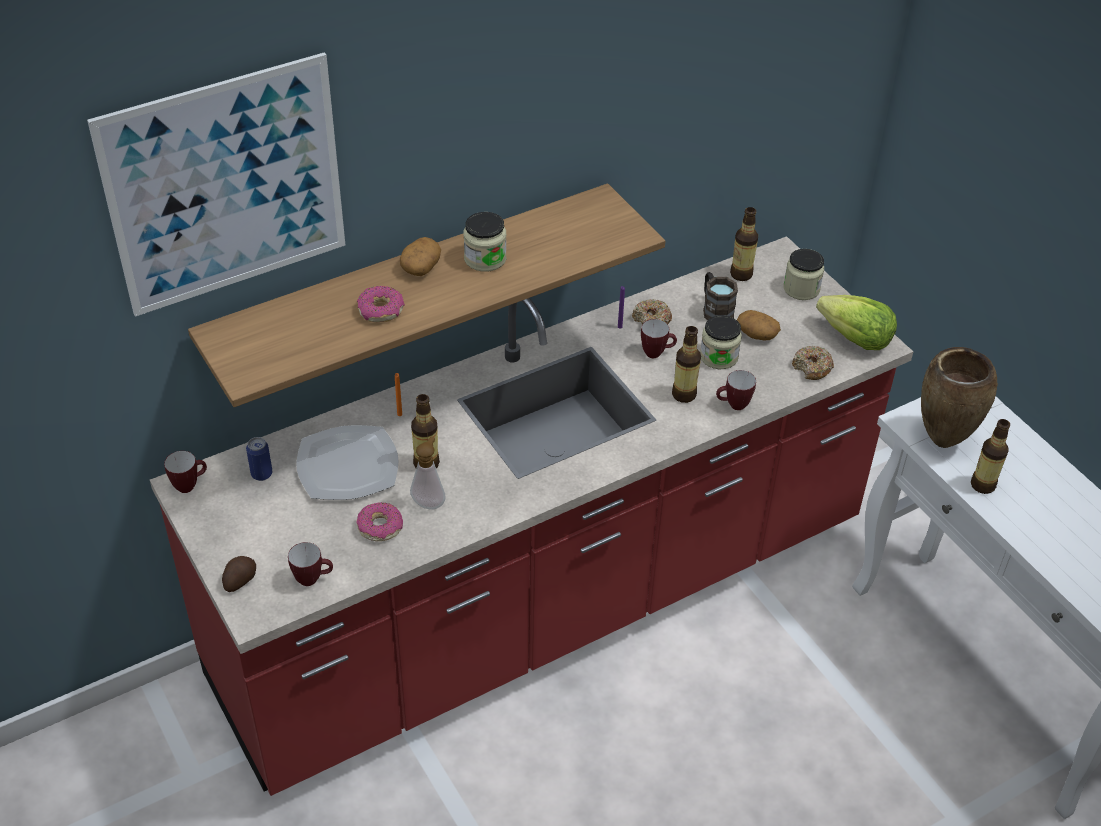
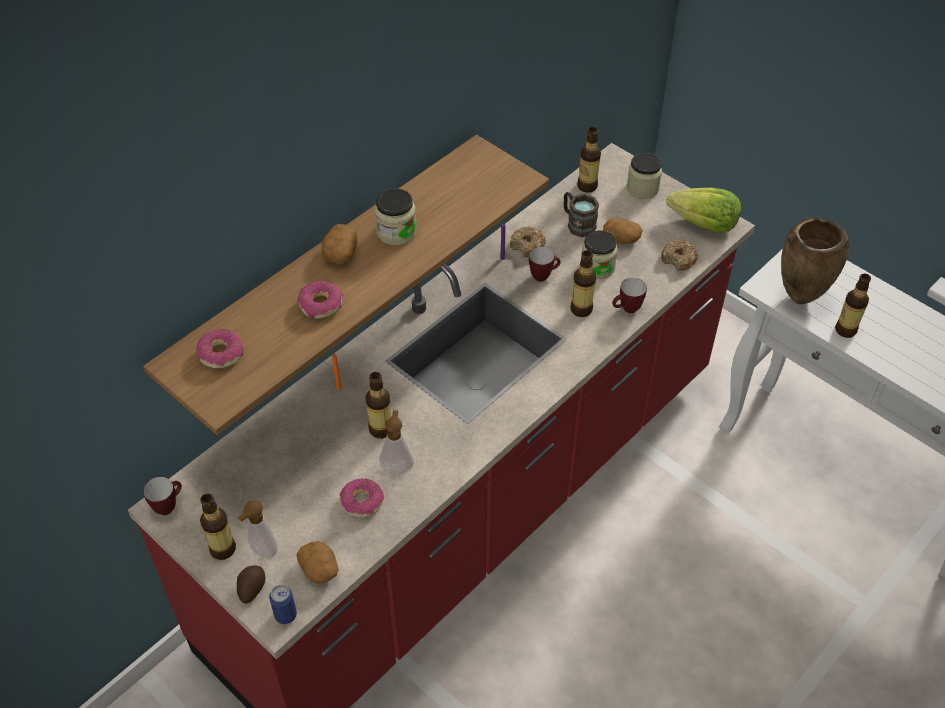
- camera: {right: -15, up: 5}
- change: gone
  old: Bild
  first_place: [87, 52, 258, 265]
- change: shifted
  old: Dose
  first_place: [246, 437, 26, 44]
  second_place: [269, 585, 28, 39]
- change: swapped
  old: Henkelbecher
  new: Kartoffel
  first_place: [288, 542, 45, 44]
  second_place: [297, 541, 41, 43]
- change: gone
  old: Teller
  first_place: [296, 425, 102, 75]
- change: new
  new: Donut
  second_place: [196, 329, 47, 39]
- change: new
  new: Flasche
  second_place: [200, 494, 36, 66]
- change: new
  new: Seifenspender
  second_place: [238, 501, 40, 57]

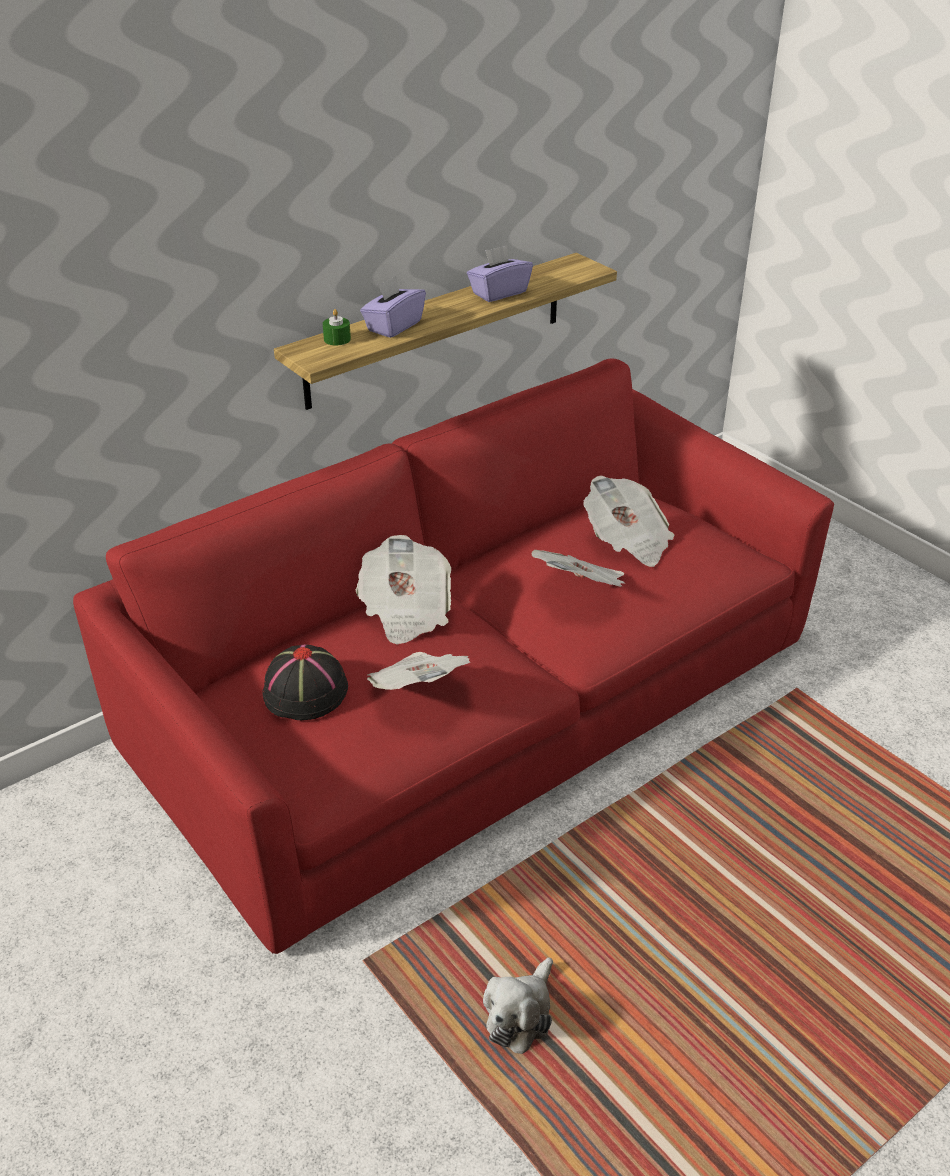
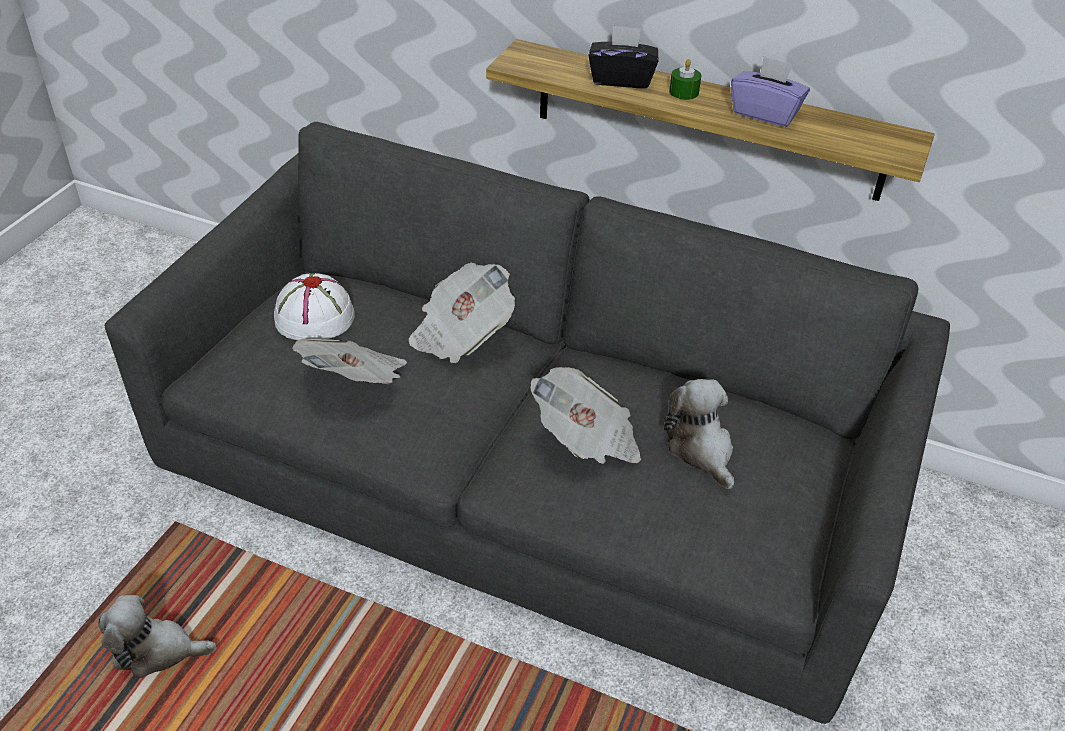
- camera: {right: 60, up: 5}
- change: repainted
  old: Sofa (rot)
  new: Sofa (grau)
  first_place: [73, 359, 761, 595]
  second_place: [105, 122, 845, 602]
- change: repainted
  old: Hut (schwarz)
  new: Hut (weiß)
  first_place: [263, 645, 85, 75]
  second_place: [274, 273, 81, 68]
- change: shifted
  old: Kerze (grün)
  first_place: [323, 309, 28, 36]
  second_place: [669, 59, 33, 41]
- change: repainted
  old: Taschentuchbox (lila)
  new: Taschentuchbox (schwarz)
  first_place: [360, 276, 66, 62]
  second_place: [588, 25, 70, 63]
- change: swapped
  old: Zeitung
  new: Plüschtier
  first_place: [584, 476, 91, 91]
  second_place: [664, 379, 70, 110]

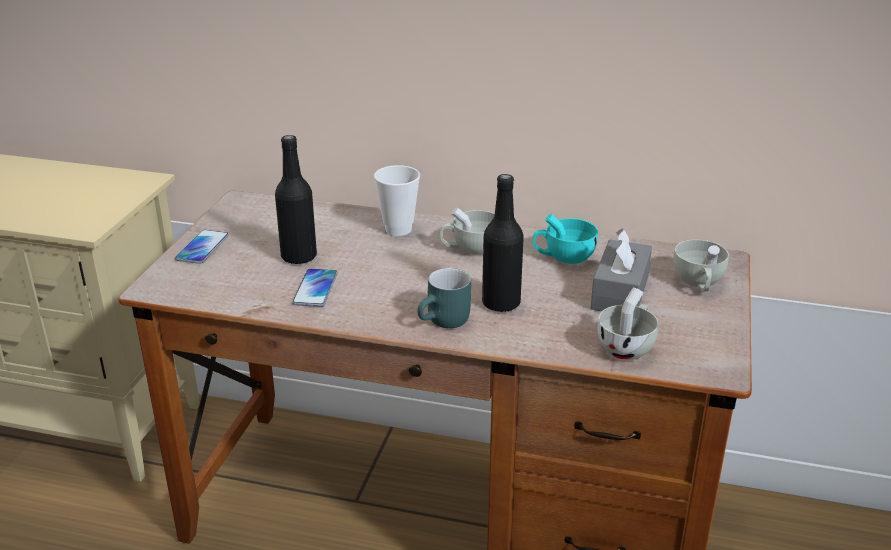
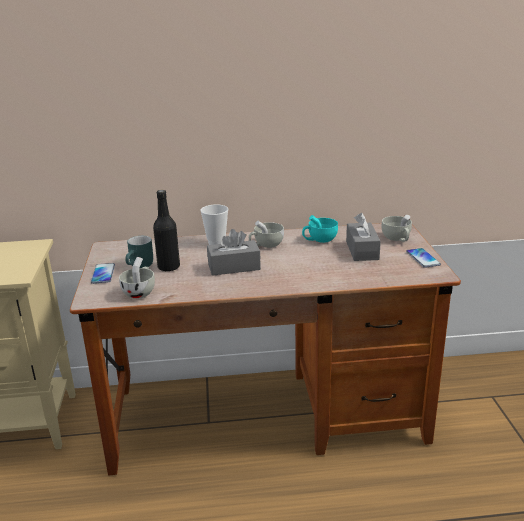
- camera: {right: -20, up: -5}
- change: shifted
  old: Handy
  first_place: [292, 269, 46, 38]
  second_place: [406, 248, 35, 20]
- change: shifted
  old: Henkelbecher (türkis)
  first_place: [417, 268, 54, 60]
  second_place: [125, 236, 28, 32]
- change: gone
  old: Flasche (schwarz)
  first_place: [482, 174, 42, 138]
- change: shifted
  old: Tasse (weiß)
  first_place: [597, 287, 62, 73]
  second_place: [119, 257, 36, 42]
- change: new
  new: Taschentuchbox (grau)
  second_place: [207, 229, 54, 47]

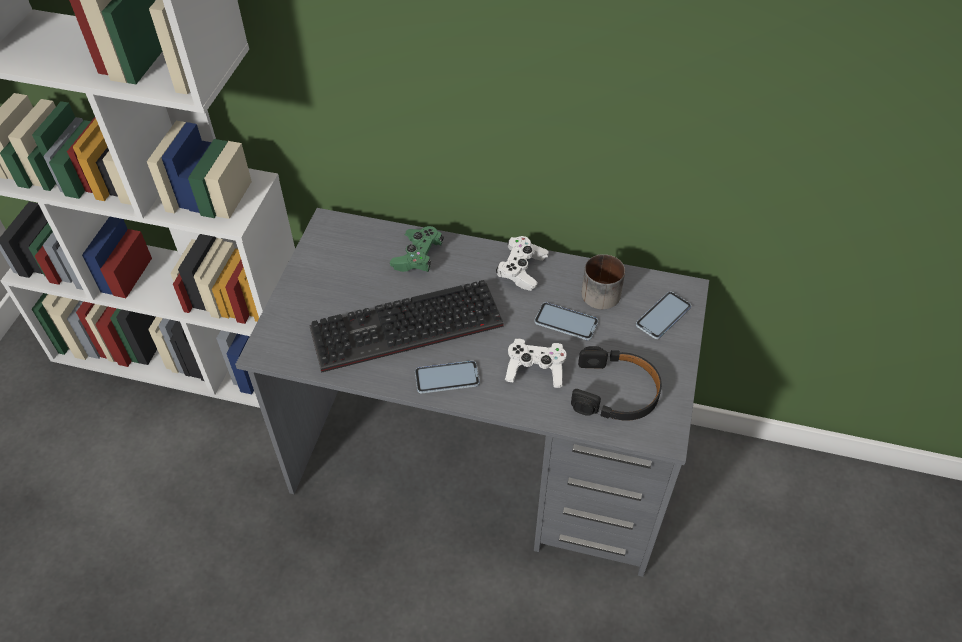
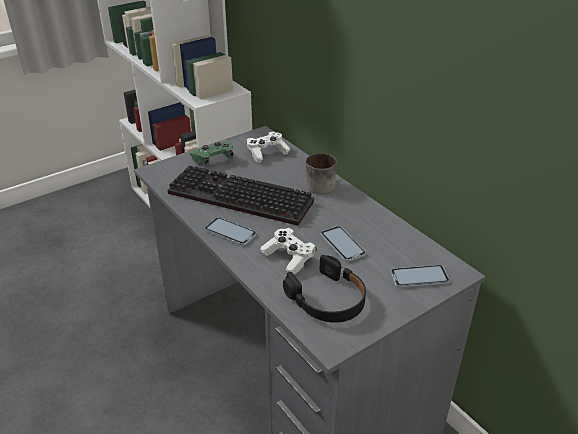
- camera: {right: 40, up: -15}
- change: shifted
  old: Gamepad (grün)
  first_place: [390, 226, 54, 46]
  second_place: [190, 142, 44, 25]
- change: shifted
  old: Gamepad (weiß)
  first_place: [496, 236, 53, 55]
  second_place: [246, 131, 44, 32]
- change: shifted
  old: Henkelbecher
  first_place: [582, 254, 43, 55]
  second_place: [305, 153, 31, 41]

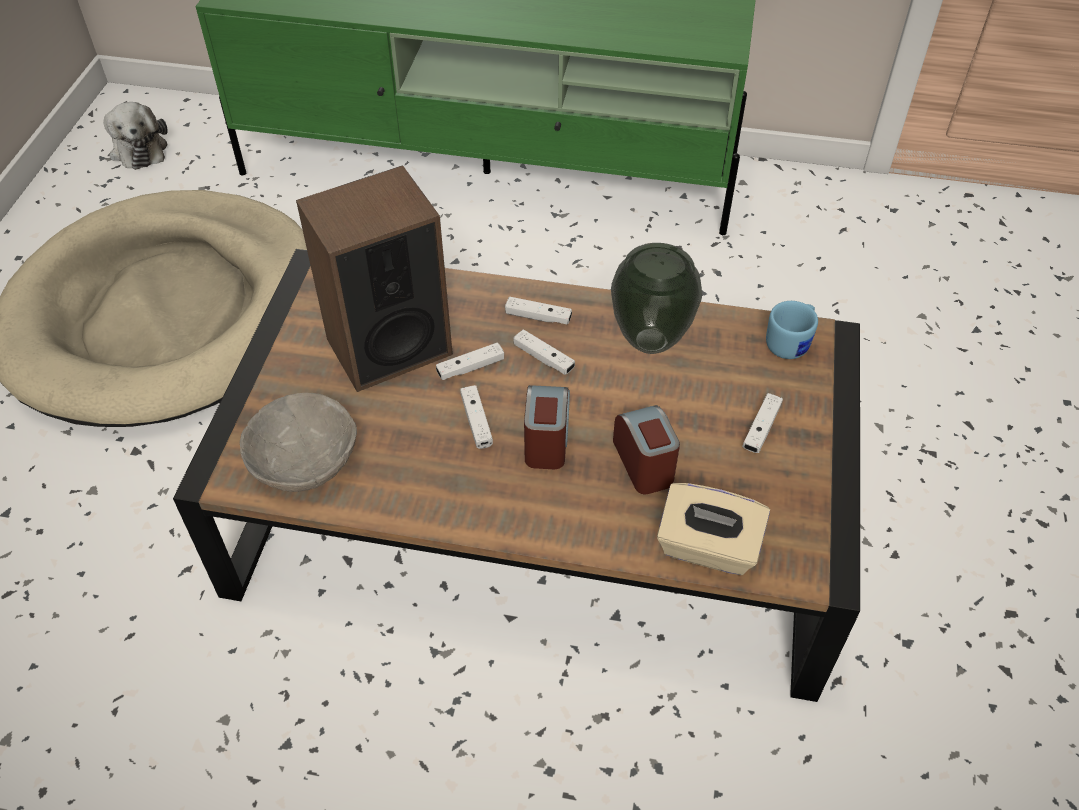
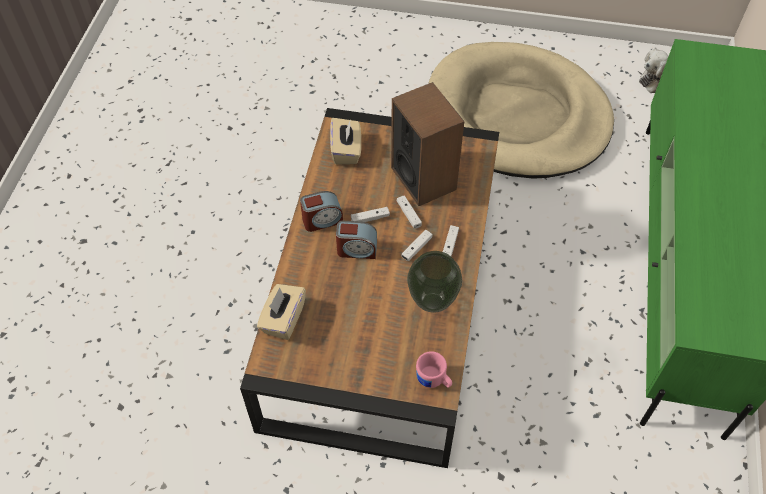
- camera: {right: 90, up: 5}
- change: swapped
  old: Schüssel (grau)
  new: Taschentuchbox (beige)
  first_place: [240, 393, 117, 99]
  second_place: [330, 118, 31, 47]
- change: shifted
  old: Wecker
  first_place: [613, 405, 67, 89]
  second_place: [300, 191, 43, 41]
- change: gone
  old: Gamepad (weiß)
  first_place: [742, 393, 41, 60]
- change: repainted
  old: Henkelbecher (blau)
  new: Henkelbecher (rosa)
  first_place: [766, 301, 52, 58]
  second_place: [416, 351, 36, 37]

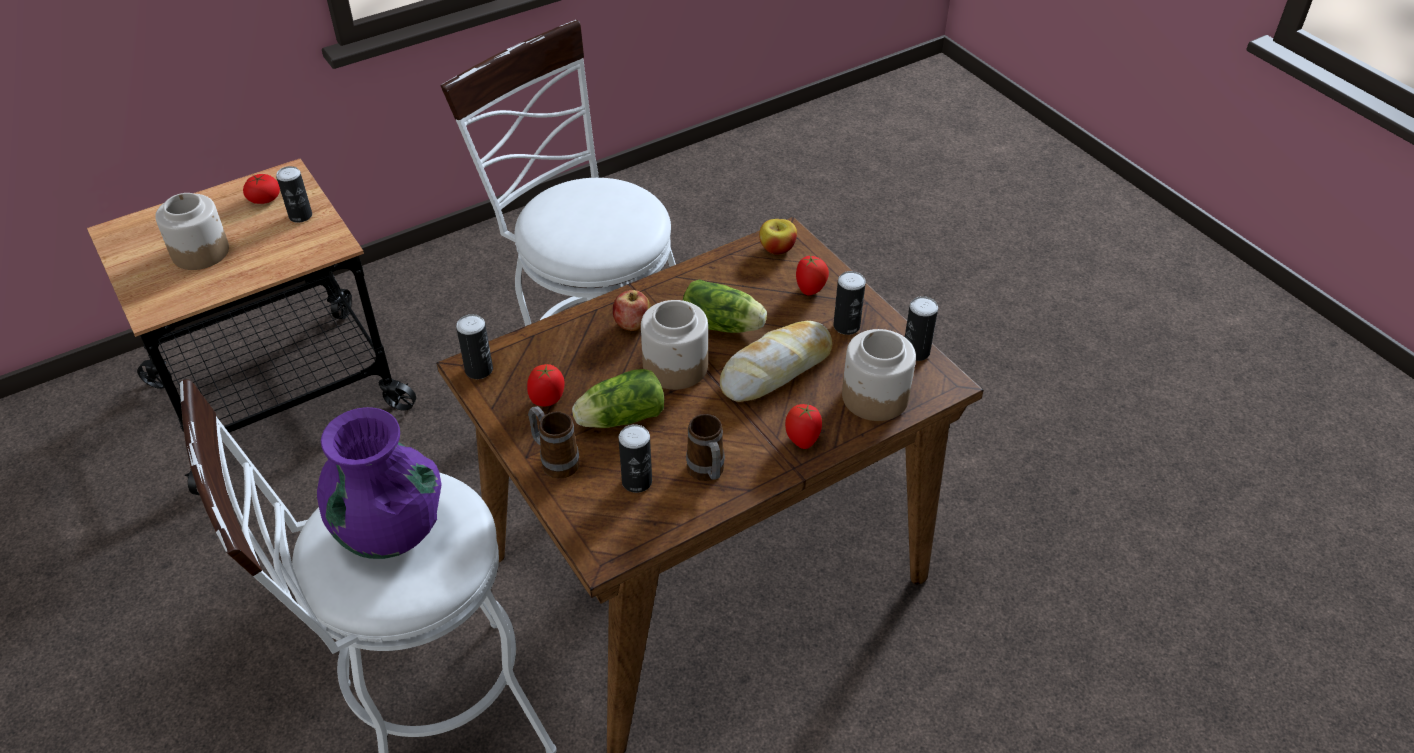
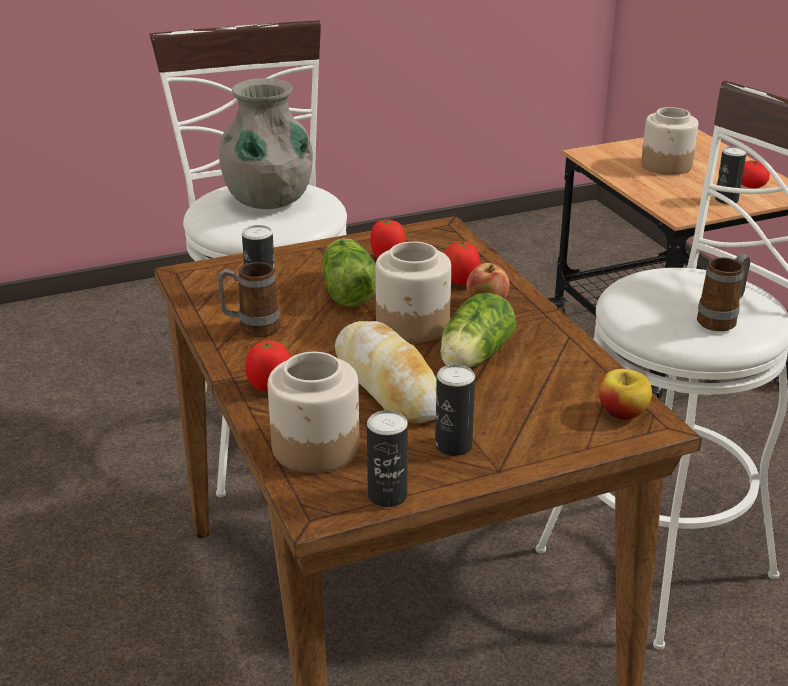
- camera: {right: 100, up: -15}
- change: repainted
  old: Vase (lila)
  new: Vase (grau)
  first_place: [317, 407, 125, 152]
  second_place: [219, 78, 94, 131]
- change: gone
  old: Dose
  first_place: [456, 314, 37, 65]
- change: shifted
  old: Henkelbecher
  first_place: [528, 406, 51, 72]
  second_place: [697, 253, 53, 78]
- change: shifted
  old: Tomate
  first_place: [796, 254, 33, 41]
  second_place: [444, 241, 37, 44]

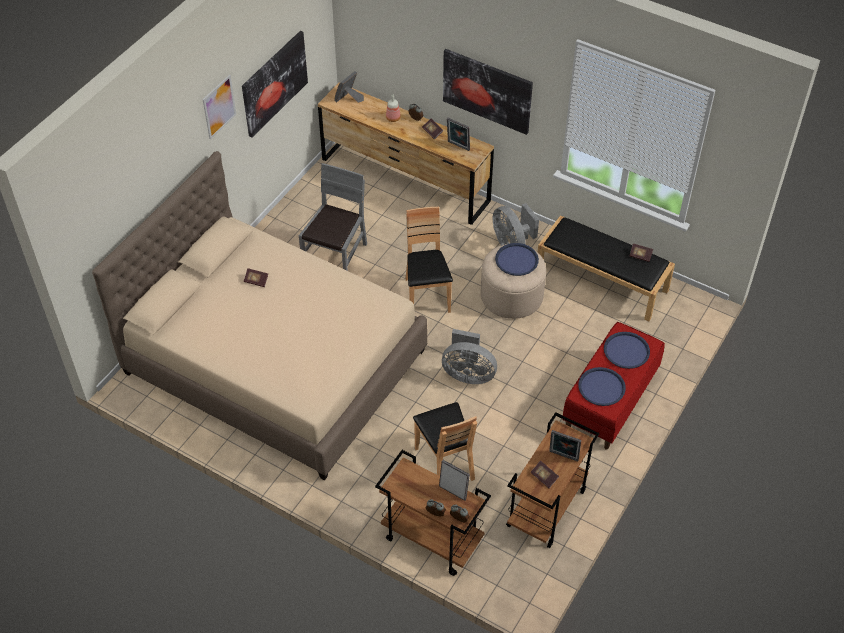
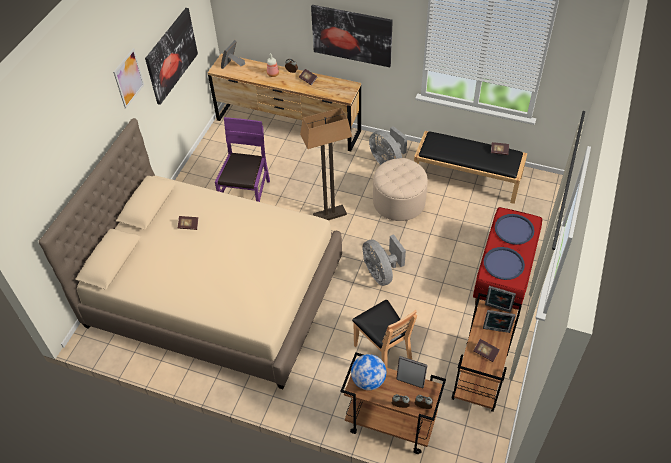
- camera: {right: -10, up: 0}
- change: repainted
  old: Stuhl (grau)
  new: Stuhl (lila)
  first_place: [299, 163, 68, 108]
  second_place: [215, 117, 55, 85]
- change: swapped
  old: Stuhl (braun)
  new: Stehlampe
  first_place: [406, 207, 47, 106]
  second_place: [300, 108, 52, 112]
- change: rotated
  old: Ventilator (grau)
  first_place: [442, 329, 55, 55]
  second_place: [363, 234, 43, 52]
  degrees: 60
- change: shifted
  old: Bilderrahmen
  first_place: [447, 118, 23, 33]
  second_place: [485, 286, 31, 27]
- change: gone
  old: Tablett (blau)
  first_place: [495, 243, 44, 33]
- change: new
  new: Globus
  second_place: [351, 354, 35, 36]

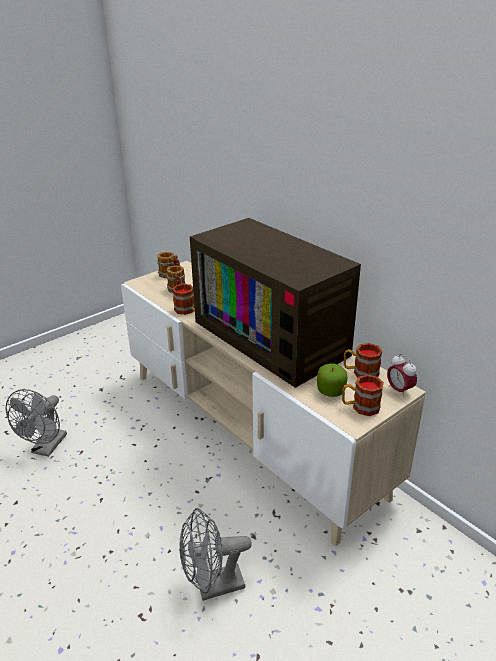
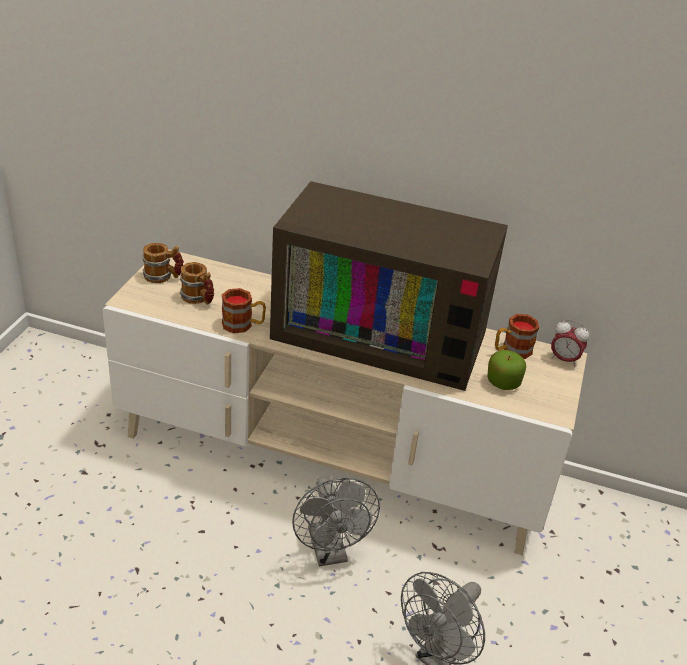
- camera: {right: -35, up: 5}
- change: shifted
  old: Ventilator (grau)
  first_place: [6, 389, 61, 68]
  second_place: [292, 476, 88, 91]
- change: gone
  old: Henkelbecher
  first_place: [342, 374, 42, 42]

